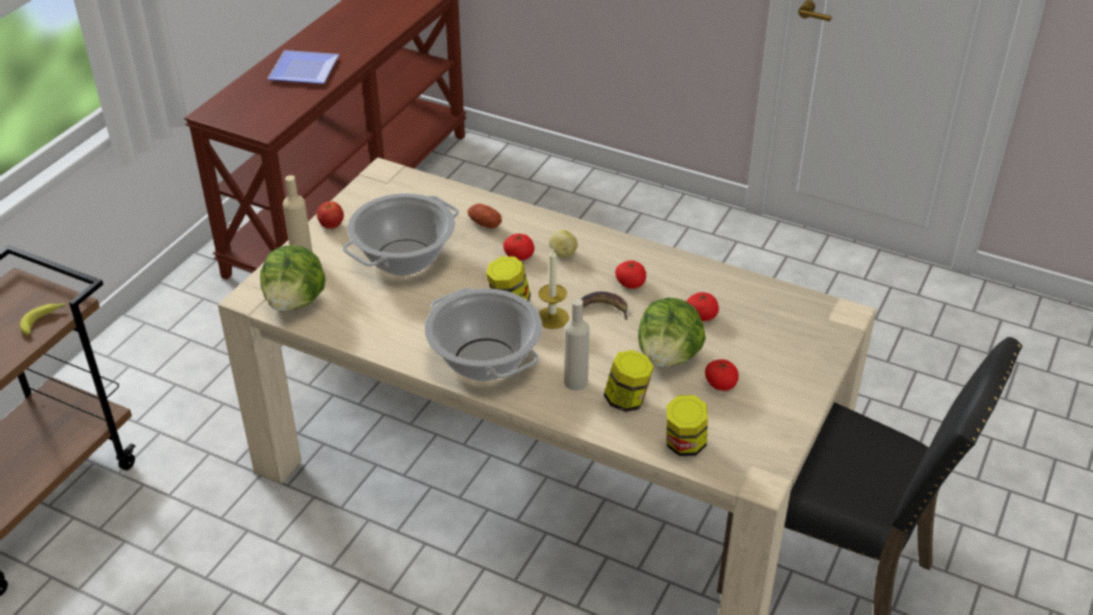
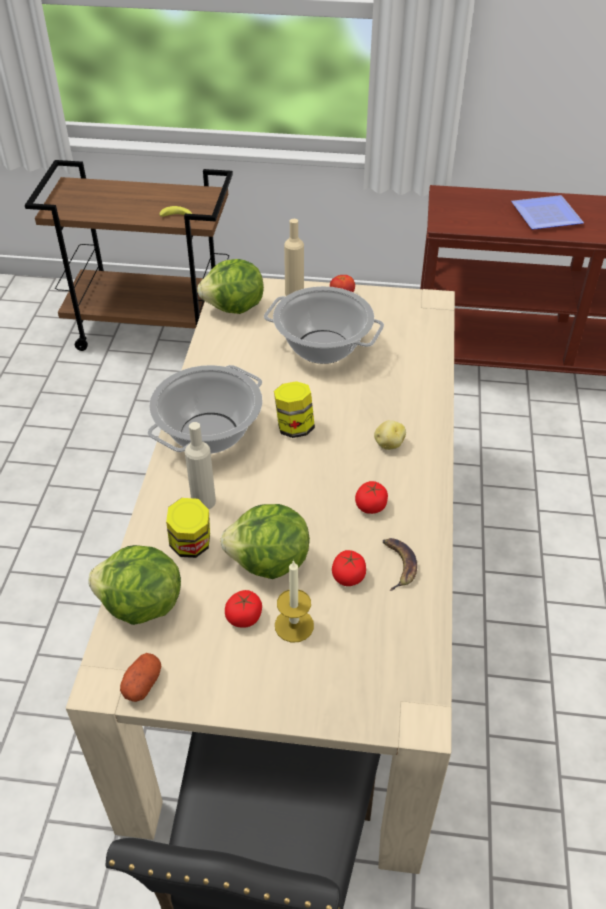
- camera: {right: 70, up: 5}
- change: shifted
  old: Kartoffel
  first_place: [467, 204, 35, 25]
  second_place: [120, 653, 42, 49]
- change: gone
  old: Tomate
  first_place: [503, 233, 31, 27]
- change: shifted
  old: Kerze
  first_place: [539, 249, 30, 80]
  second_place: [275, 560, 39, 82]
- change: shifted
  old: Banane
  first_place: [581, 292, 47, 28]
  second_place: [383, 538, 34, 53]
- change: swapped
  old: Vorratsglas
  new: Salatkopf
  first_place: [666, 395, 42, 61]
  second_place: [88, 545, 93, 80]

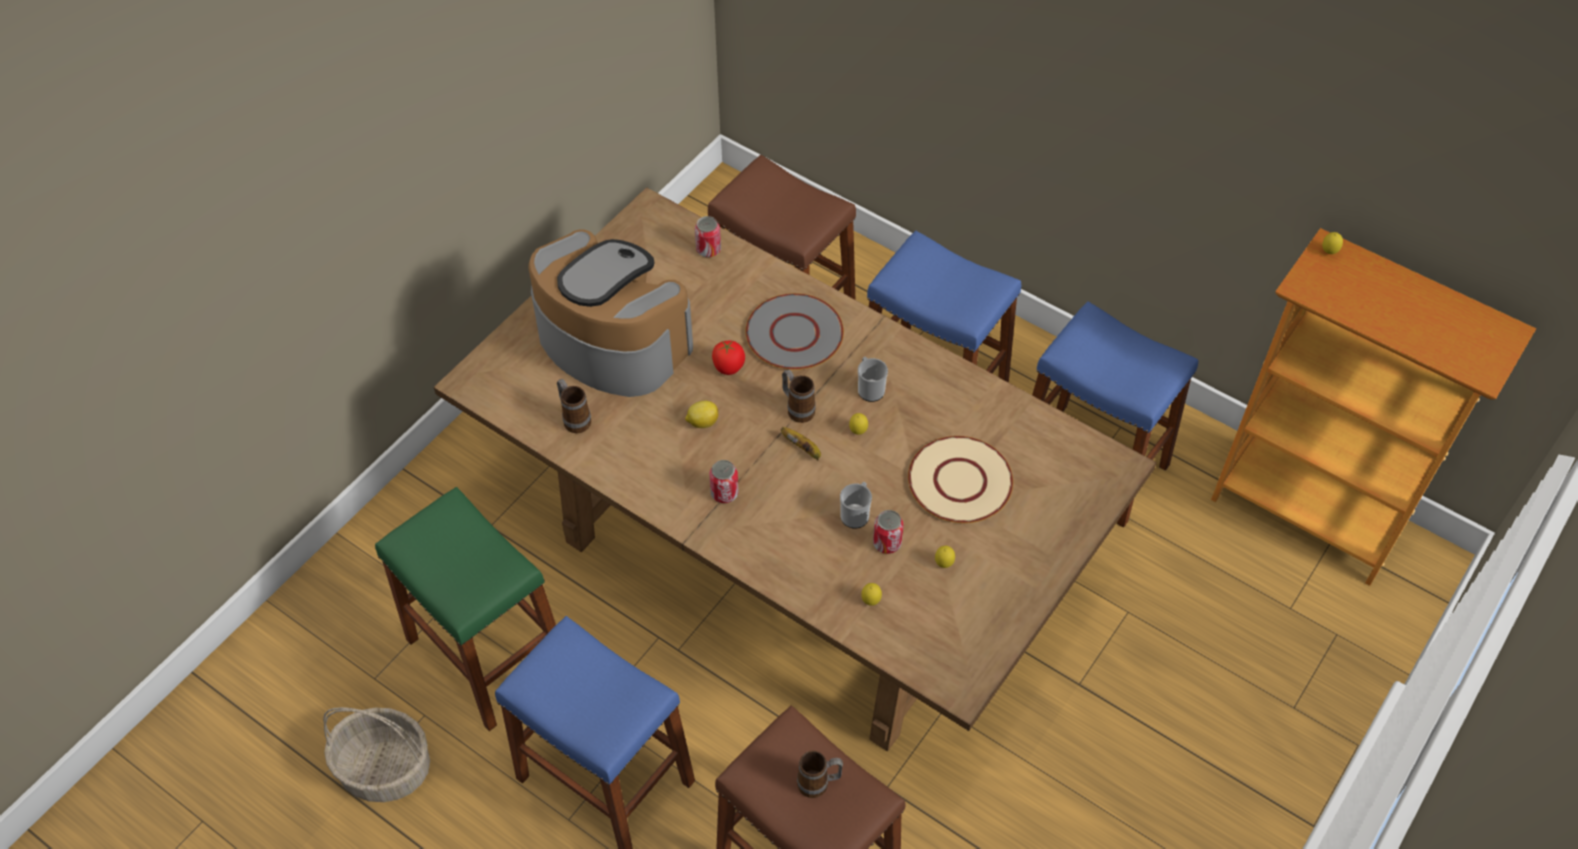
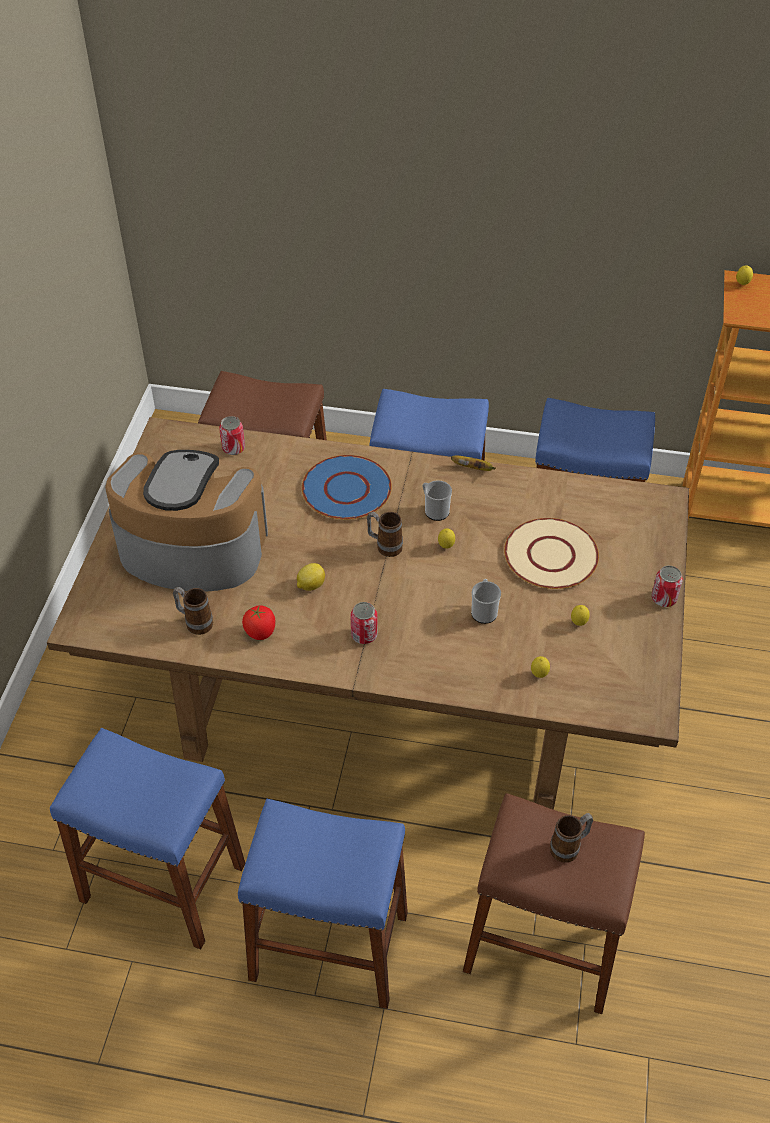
- camera: {right: -25, up: -5}
- change: gone
  old: Korb
  first_place: [323, 707, 107, 95]
- change: repainted
  old: Hocker (grün)
  new: Hocker (blau)
  first_place: [375, 487, 181, 244]
  second_place: [50, 728, 195, 222]
- change: shifted
  old: Tomate
  first_place: [712, 340, 33, 35]
  second_place: [242, 605, 34, 35]
- change: repainted
  old: Teller (grau)
  new: Teller (blau)
  first_place: [745, 293, 99, 77]
  second_place: [302, 455, 90, 65]
- change: shifted
  old: Banane
  first_place: [781, 427, 40, 33]
  second_place: [451, 456, 45, 15]
- change: shifted
  old: Dose
  first_place: [873, 510, 31, 44]
  second_place: [652, 566, 31, 41]

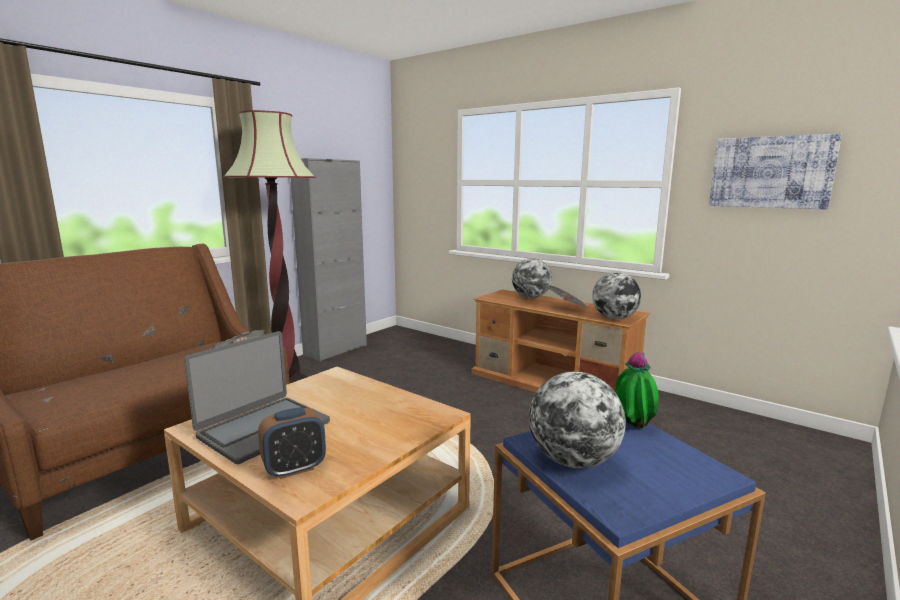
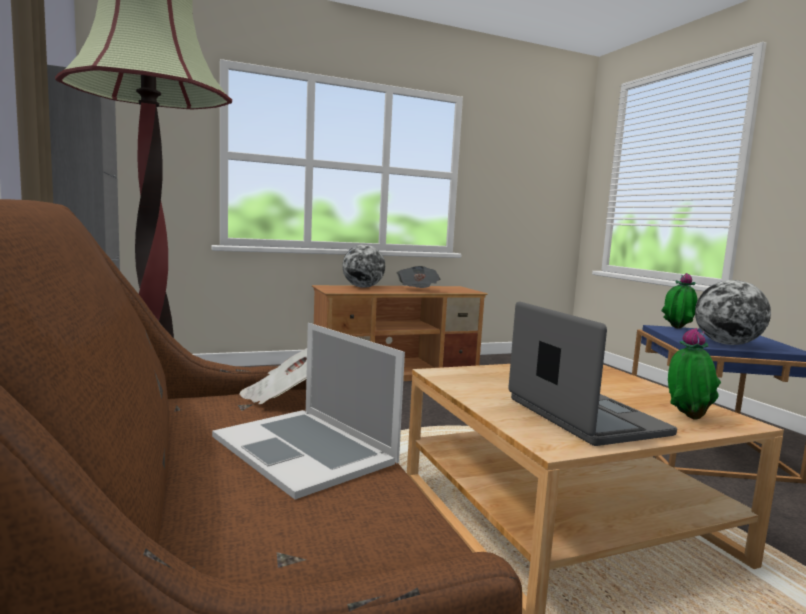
- camera: {right: -60, up: -5}
- change: swapped
  old: Wecker
  new: Topfpflanze
  first_place: [258, 407, 68, 72]
  second_place: [668, 328, 53, 92]
- change: gone
  old: Globus
  first_place: [592, 273, 49, 47]
- change: gone
  old: Bild
  first_place: [709, 134, 133, 75]
- change: new
  new: Laptop
  second_place: [212, 323, 193, 176]

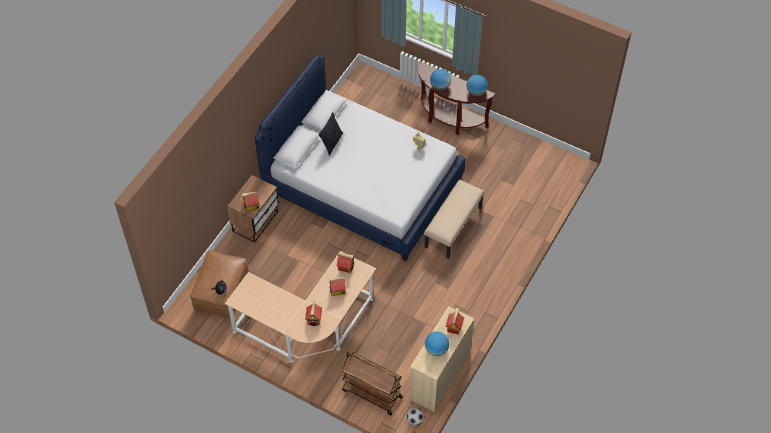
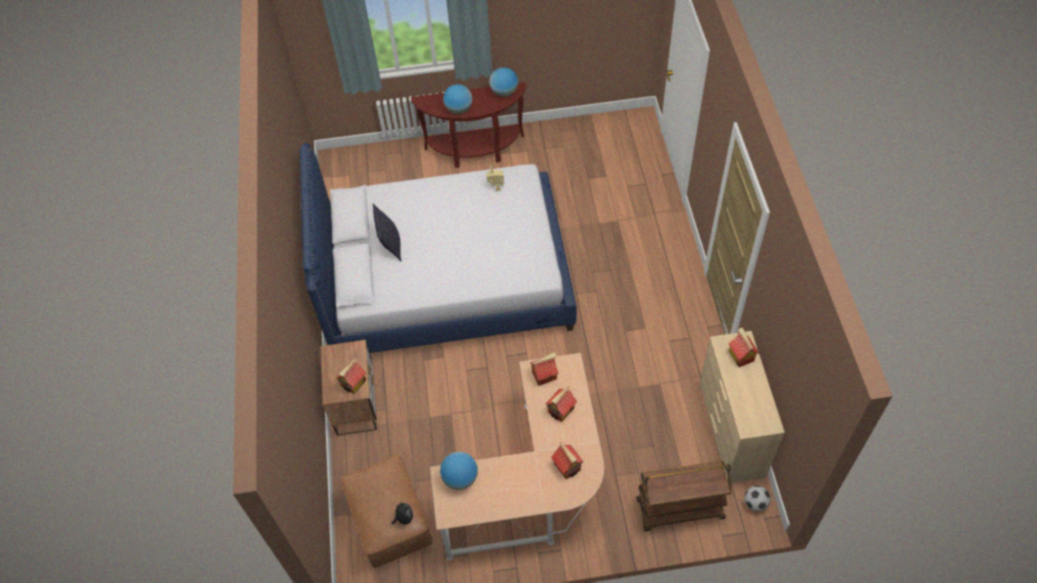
- camera: {right: -35, up: 0}
- change: gone
  old: Bank (beige)
  first_place: [424, 179, 61, 80]
- change: shifted
  old: Globus
  first_place: [425, 331, 24, 25]
  second_place: [440, 452, 38, 38]

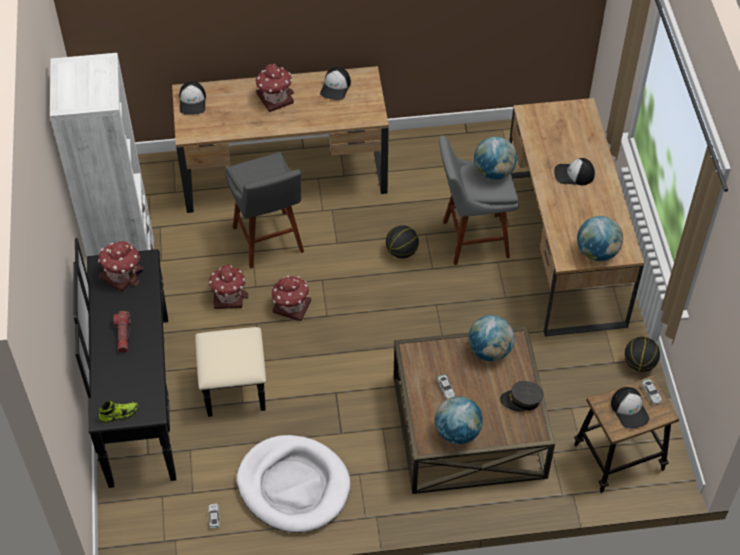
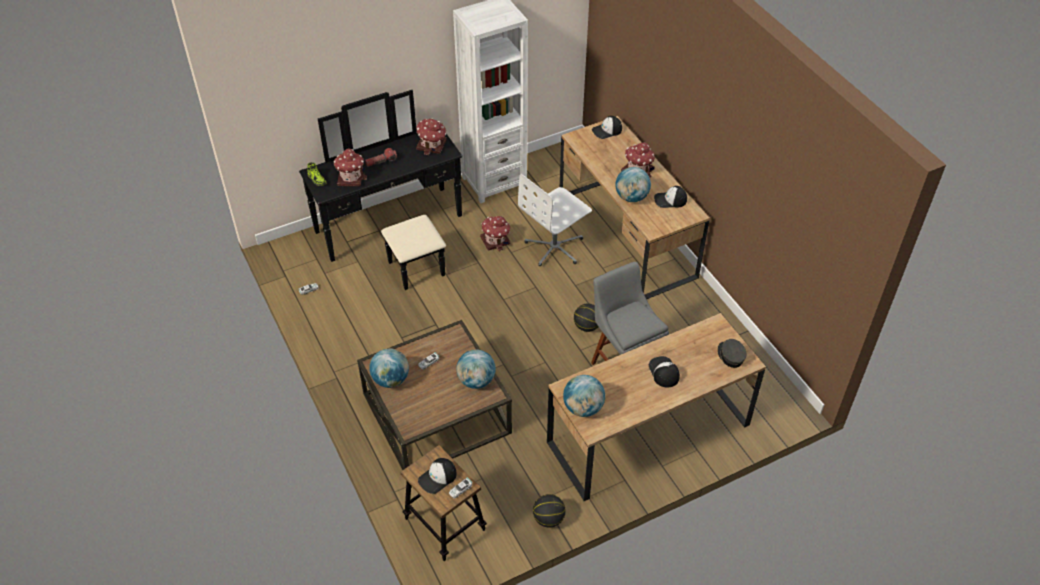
- camera: {right: 70, up: -5}
- change: swapped
  old: Hocker (grau)
  new: Bürostuhl (weiß)
  first_place: [225, 152, 79, 117]
  second_place: [518, 174, 74, 93]
- change: gone
  old: Hundebett (weiß)
  first_place: [237, 435, 113, 98]
- change: shifted
  old: Spielzeughaus
  first_place: [271, 276, 40, 45]
  second_place: [334, 148, 33, 38]
- change: shifted
  old: Globus
  first_place: [474, 137, 43, 43]
  second_place: [615, 167, 36, 35]
- change: shifted
  old: Kappe (grau)
  first_place: [500, 381, 44, 31]
  second_place: [718, 339, 29, 29]

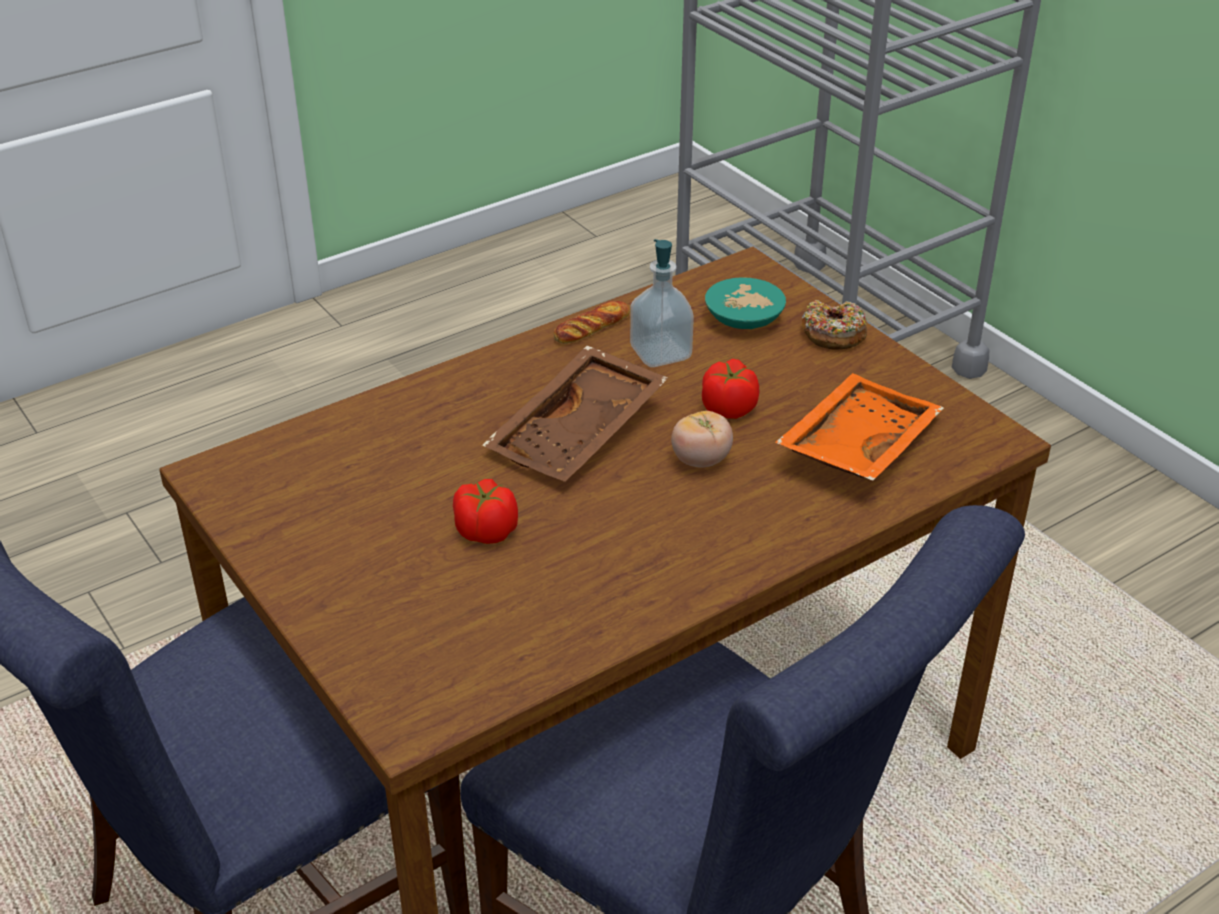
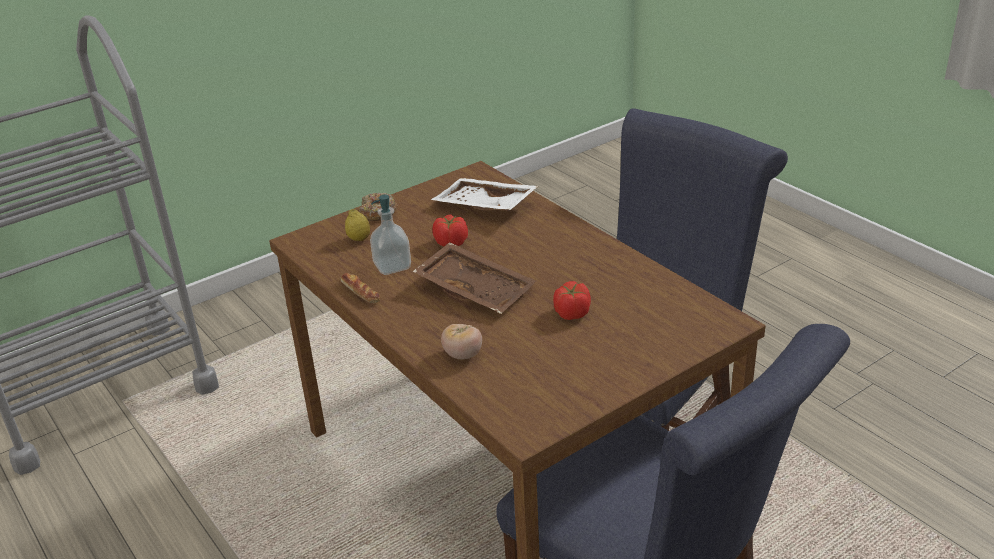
- camera: {right: -90, up: -5}
- change: shifted
  old: Tomate
  first_place: [671, 411, 62, 57]
  second_place: [441, 324, 41, 35]
- change: swapped
  old: Schüssel (türkis)
  new: Zitrone
  first_place: [705, 277, 81, 52]
  second_place: [345, 209, 25, 32]
- change: repainted
  old: Tablett (orange)
  new: Tablett (weiß)
  first_place: [775, 373, 169, 108]
  second_place: [431, 178, 107, 33]

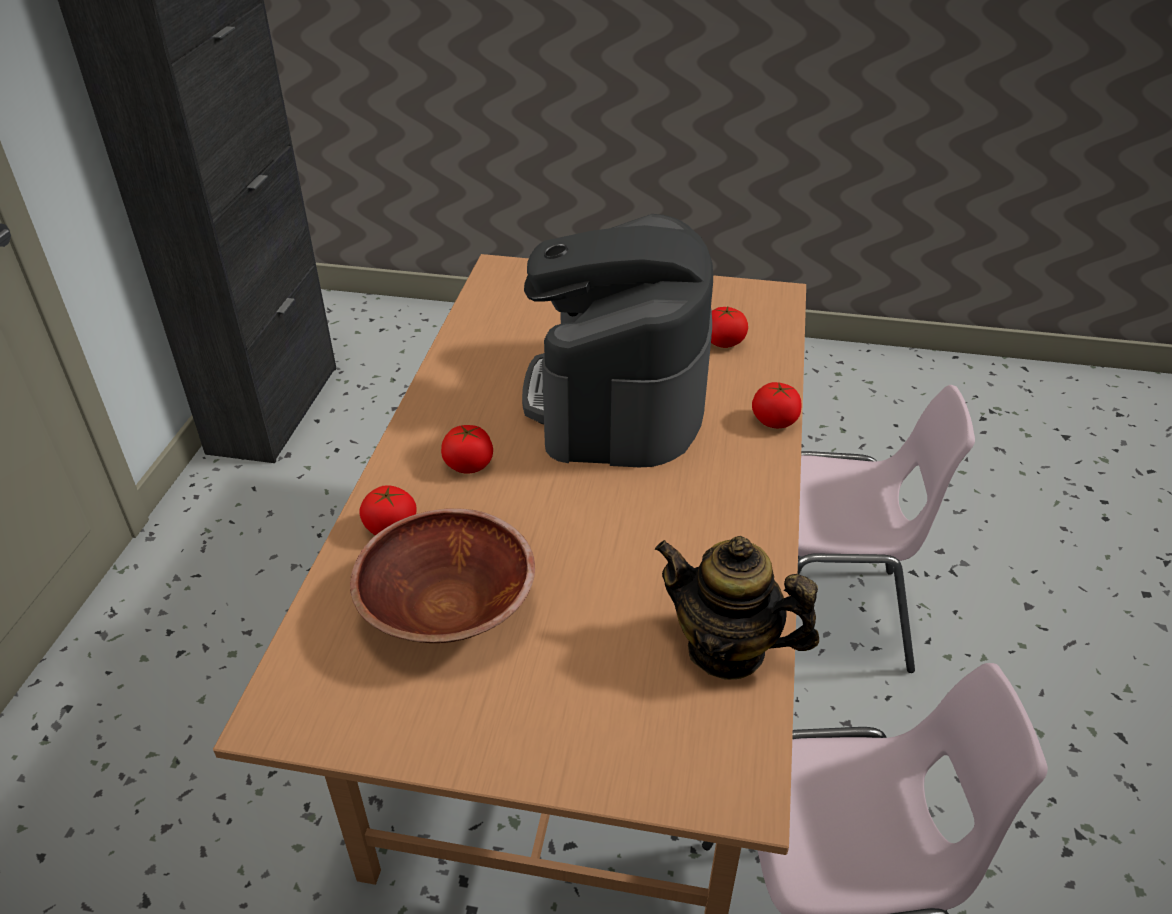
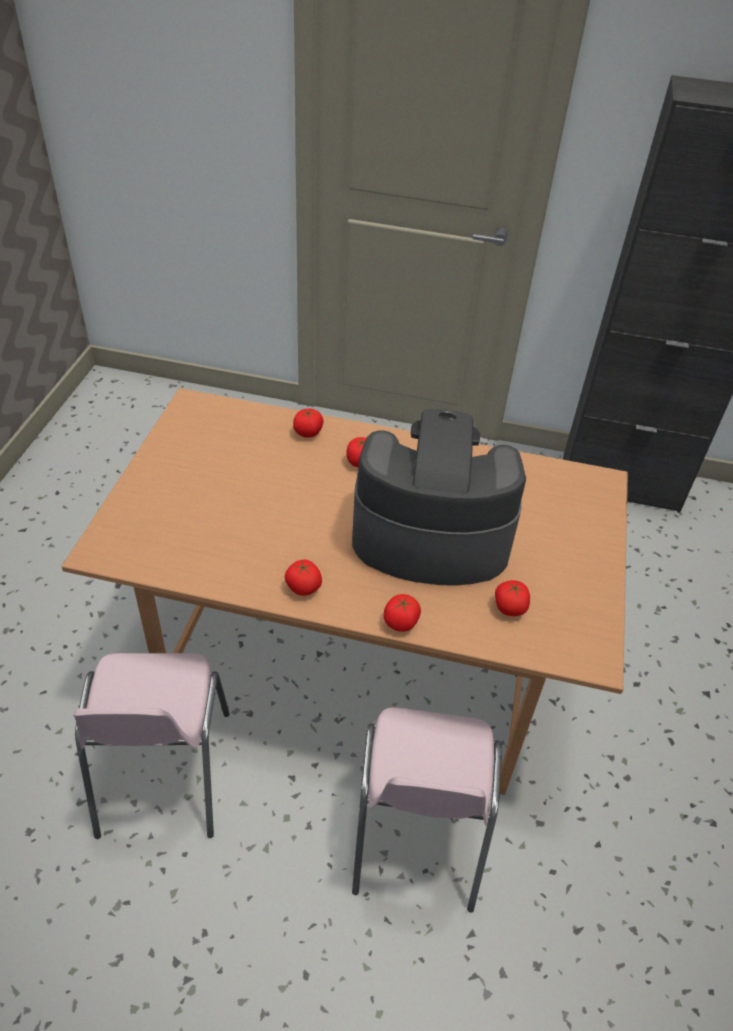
- camera: {right: 90, up: 5}
- change: gone
  old: Schüssel (braun)
  first_place: [350, 508, 185, 135]
- change: gone
  old: Teekanne
  first_place: [655, 536, 164, 144]
- change: new
  new: Tomate
  second_place: [285, 560, 37, 36]

